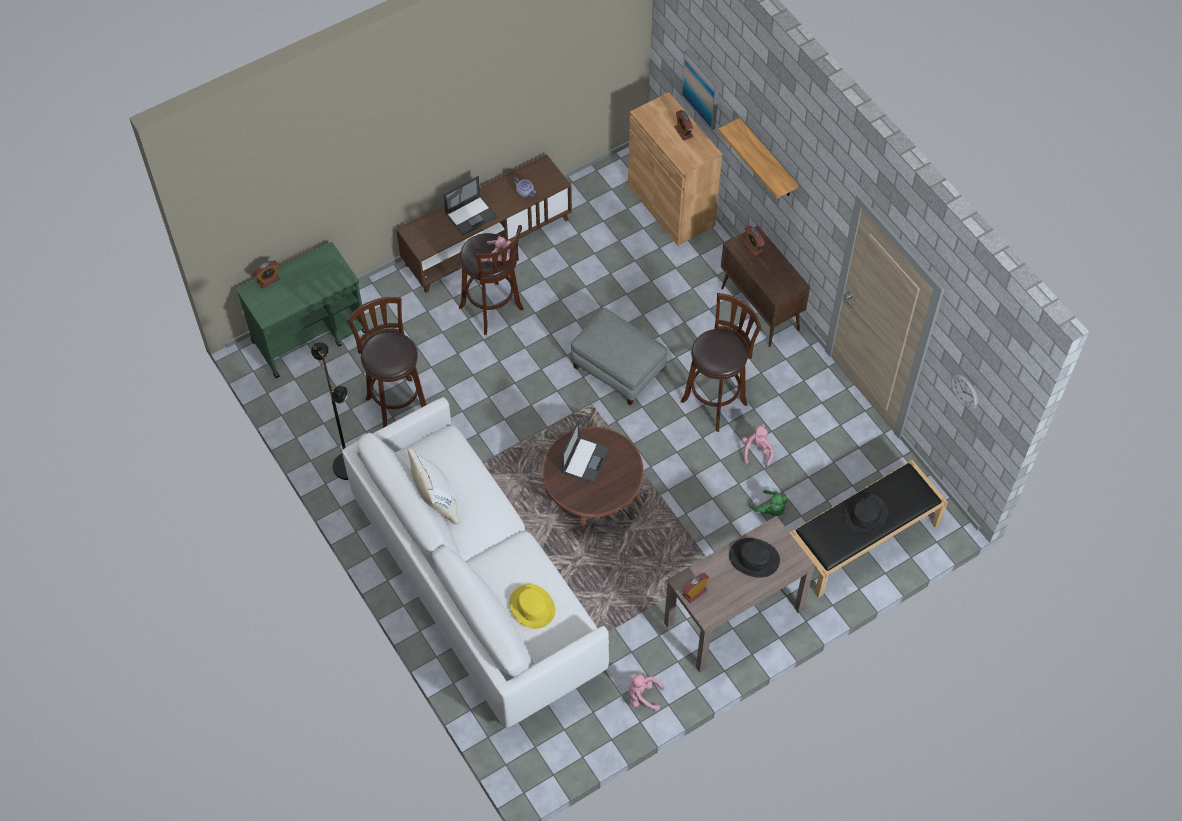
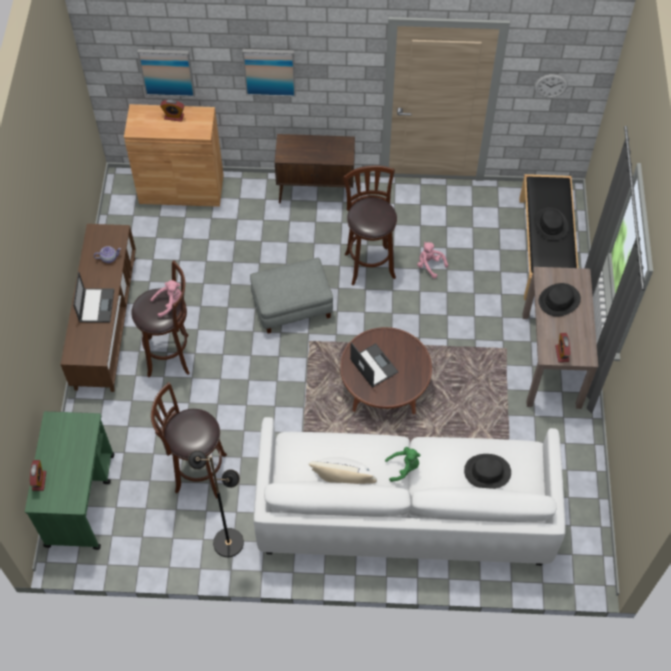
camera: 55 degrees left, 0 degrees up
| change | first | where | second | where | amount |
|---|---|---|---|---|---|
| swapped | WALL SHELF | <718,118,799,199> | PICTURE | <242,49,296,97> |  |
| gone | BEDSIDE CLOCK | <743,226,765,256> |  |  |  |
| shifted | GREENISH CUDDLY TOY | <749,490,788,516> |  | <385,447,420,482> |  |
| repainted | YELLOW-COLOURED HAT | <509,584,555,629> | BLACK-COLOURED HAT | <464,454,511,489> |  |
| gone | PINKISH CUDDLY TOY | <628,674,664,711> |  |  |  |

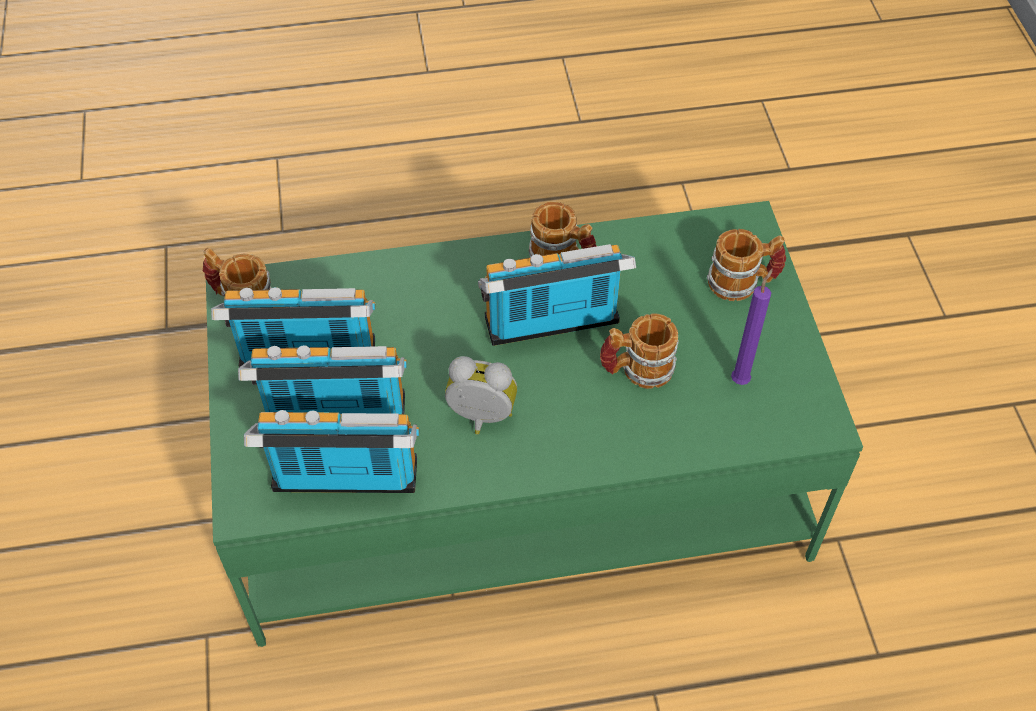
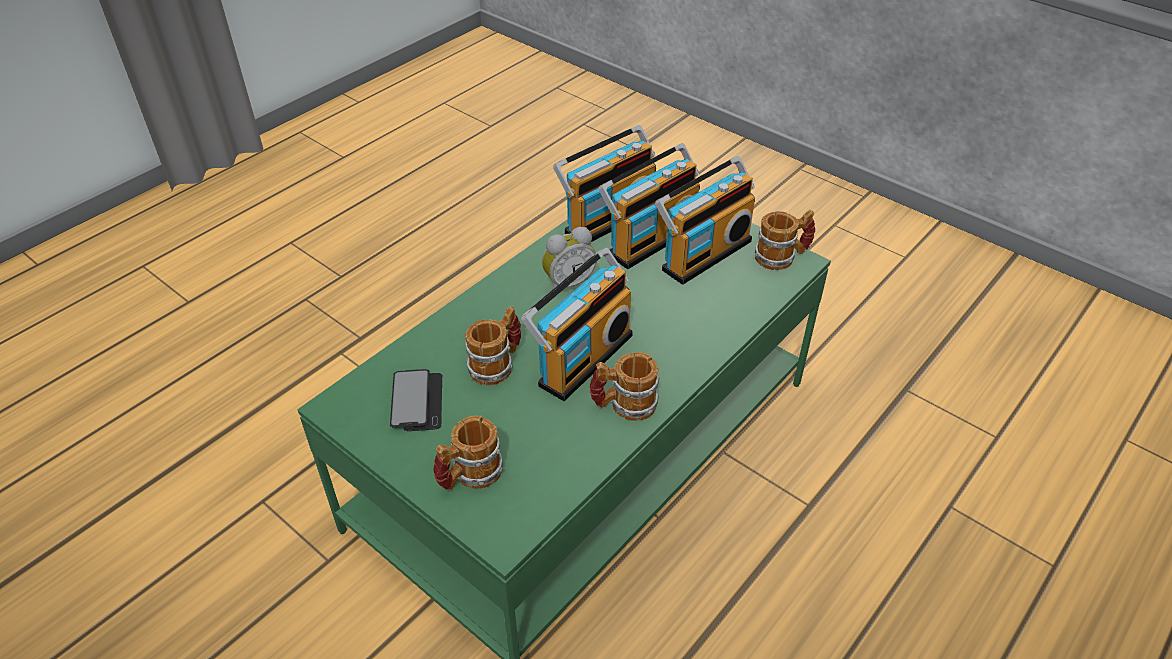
camera: 140 degrees right, 10 degrees down
| change | first | where | second | where | amount |
|---|---|---|---|---|---|
| swapped | PURPLE CANDLE | <731,269,773,385> | PHONE | <390,369,442,431> |  |

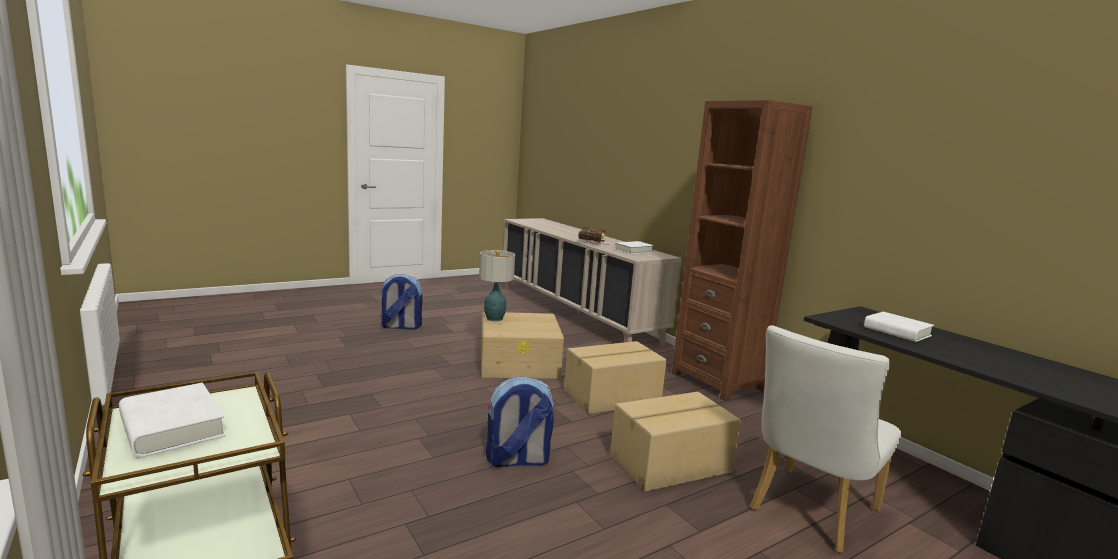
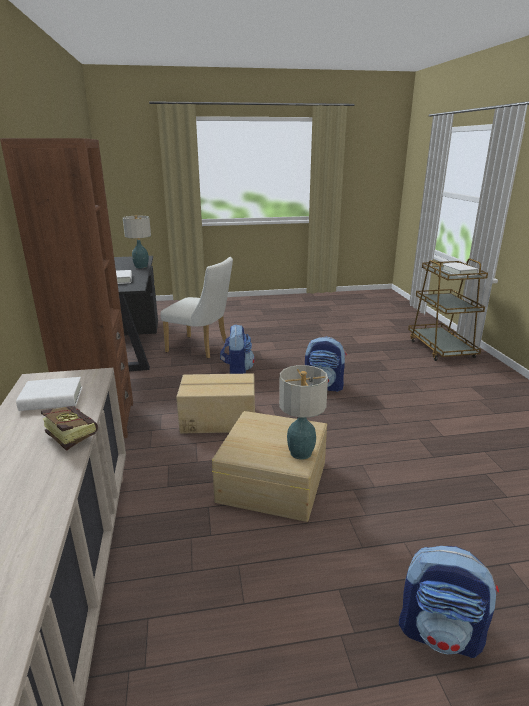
camera: 155 degrees left, 10 degrees up
| change | first | where | second | where | amount |
|---|---|---|---|---|---|
| rotated | WHITISH UPRIGHT CHAIR | <750,325,901,553> |  | <160,257,233,359> | 45 degrees clockwise |
| swapped | CARTON | <610,392,741,492> | KNAPSACK | <220,325,255,374> |  |
| new |  |  | TABLE LAMP | <123,215,151,268> |  |

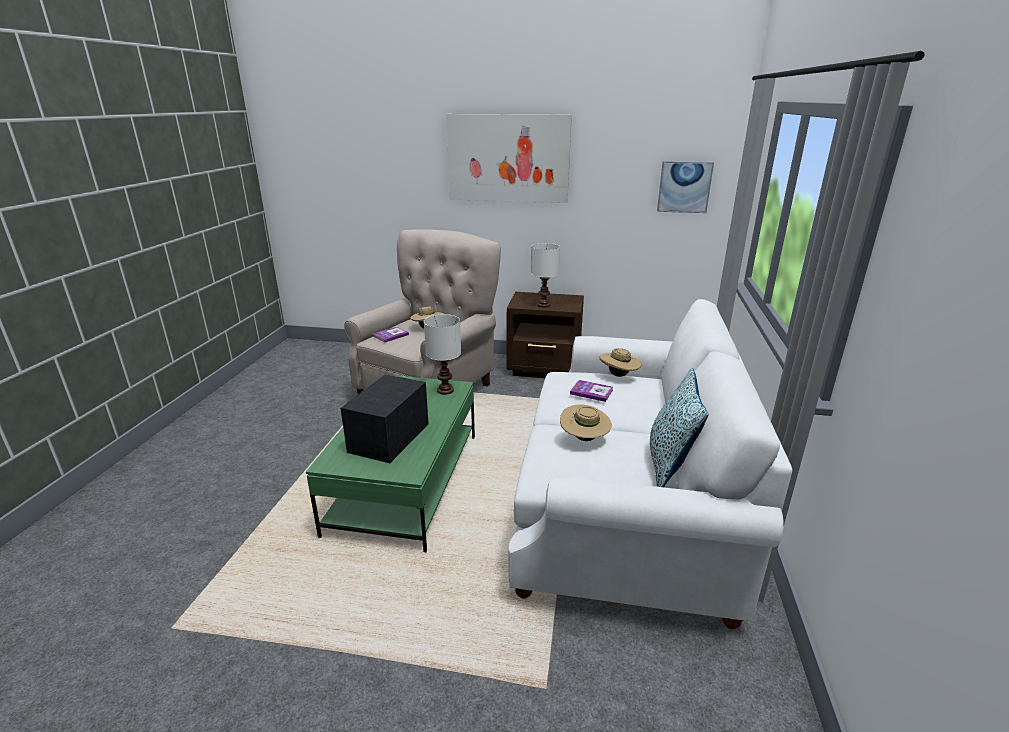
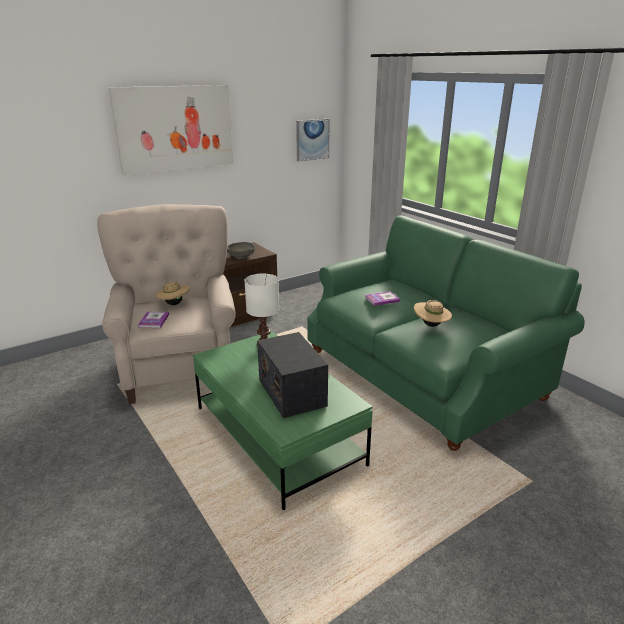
camera: 45 degrees left, 0 degrees up
| change | first | where | second | where | amount |
|---|---|---|---|---|---|
| swapped | WHITISH TABLE LAMP | <531,243,560,307> | GREYISH SERVING BOWL | <227,242,255,259> |  |
| repainted | WHITISH SETTEE | <508,299,792,629> | GREENISH SETTEE | <307,215,585,451> |  |
| gone | BEIGE HAT | <600,348,641,377> |  |  |  |
| gone | PILLOW | <650,368,709,487> |  |  |  |

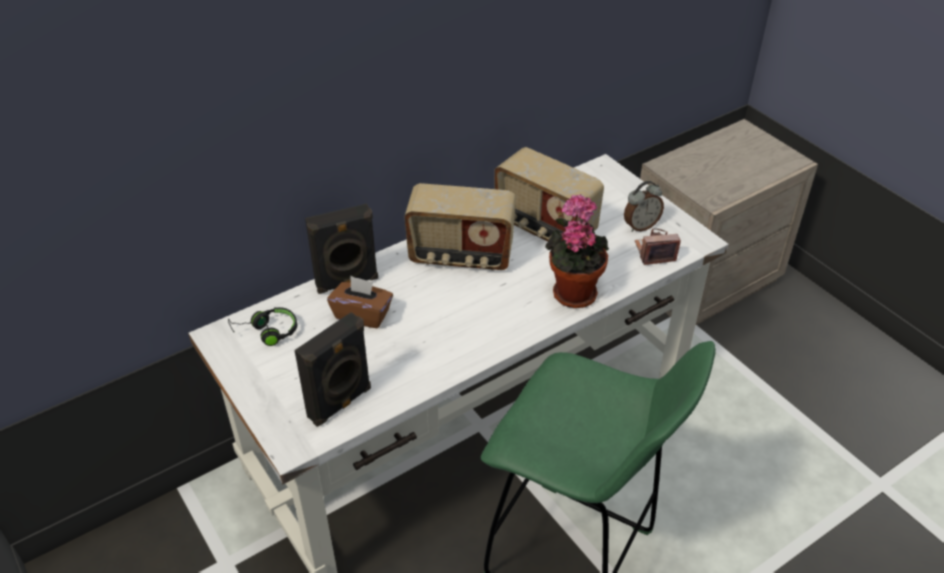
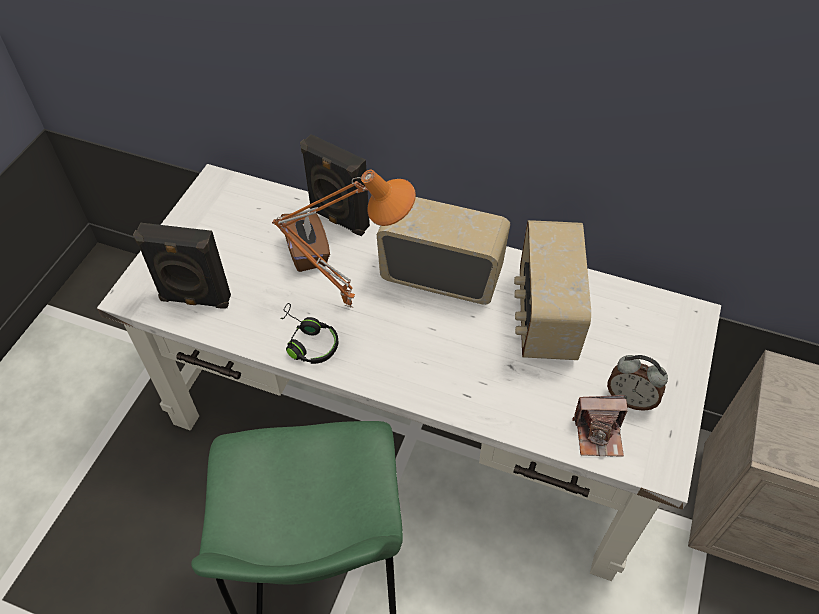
camera: 55 degrees right, 10 degrees up
| change | first | where | second | where | amount |
|---|---|---|---|---|---|
| rotated | RADIO | <405,183,516,271> |  | <377,197,511,305> | 135 degrees clockwise |
| gone | POTTED PLANT | <545,194,609,308> |  |  |  |
| rotated | STILL CAMERA | <635,229,681,265> |  | <572,395,627,457> | 135 degrees clockwise |
| shifted | BLACK-COLOURED HEADPHONES | <228,307,297,346> |  | <280,303,338,364> |  |
| new |  |  | ORANGE-COLOURED TABLE LAMP | <272,170,416,308> |  |

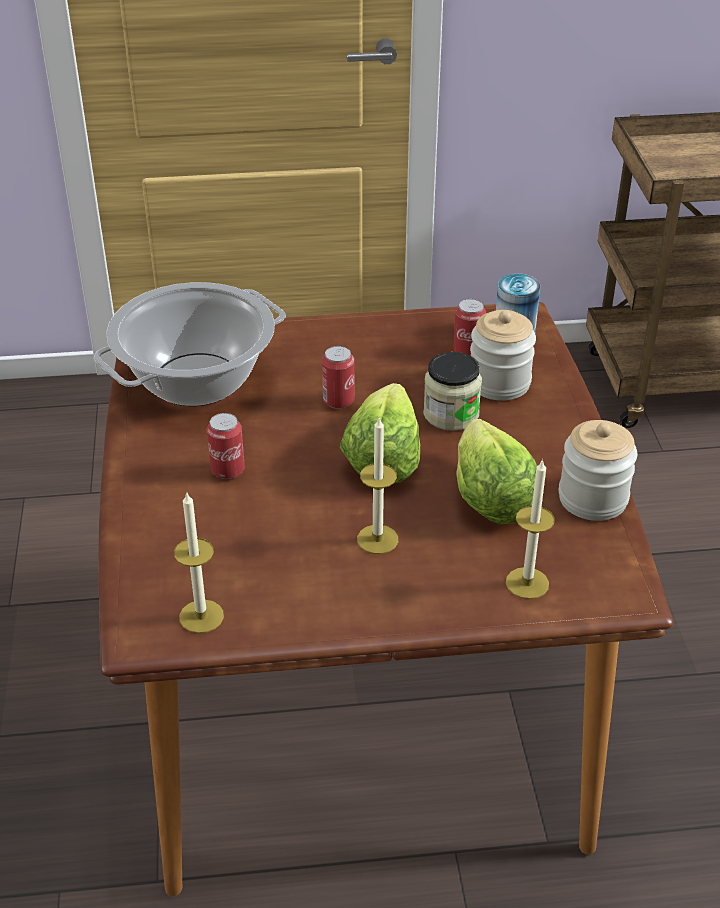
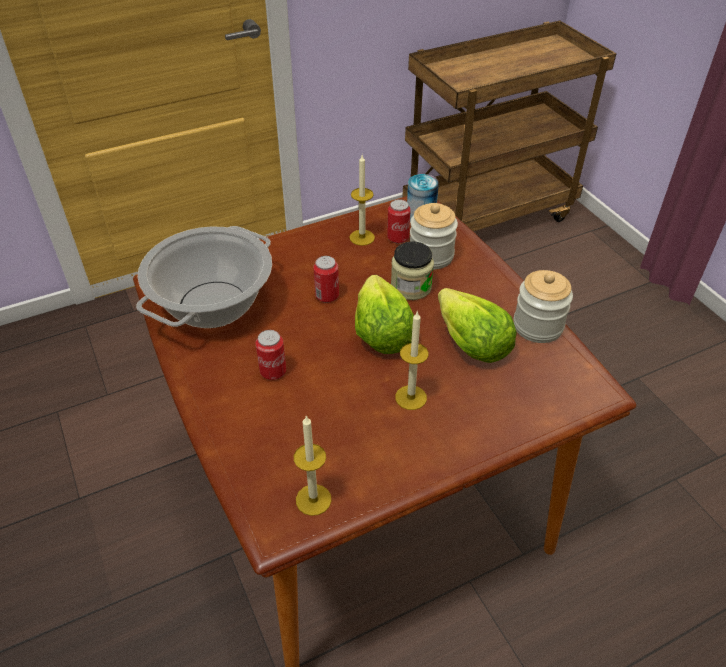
camera: 20 degrees left, 5 degrees up
| change | first | where | second | where | amount |
|---|---|---|---|---|---|
| shifted | CANDLE | <506,459,555,599> |  | <349,155,375,246> |  |

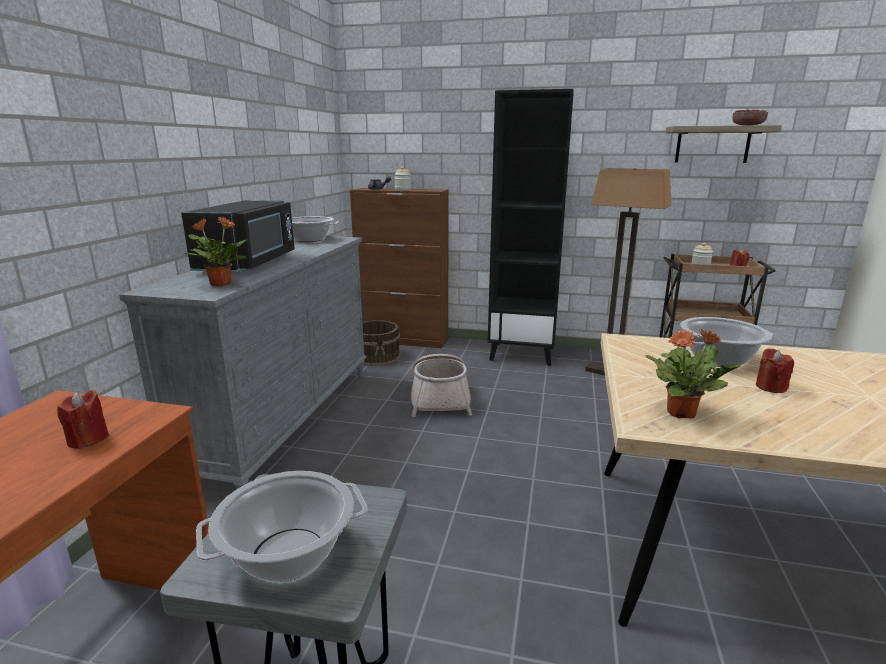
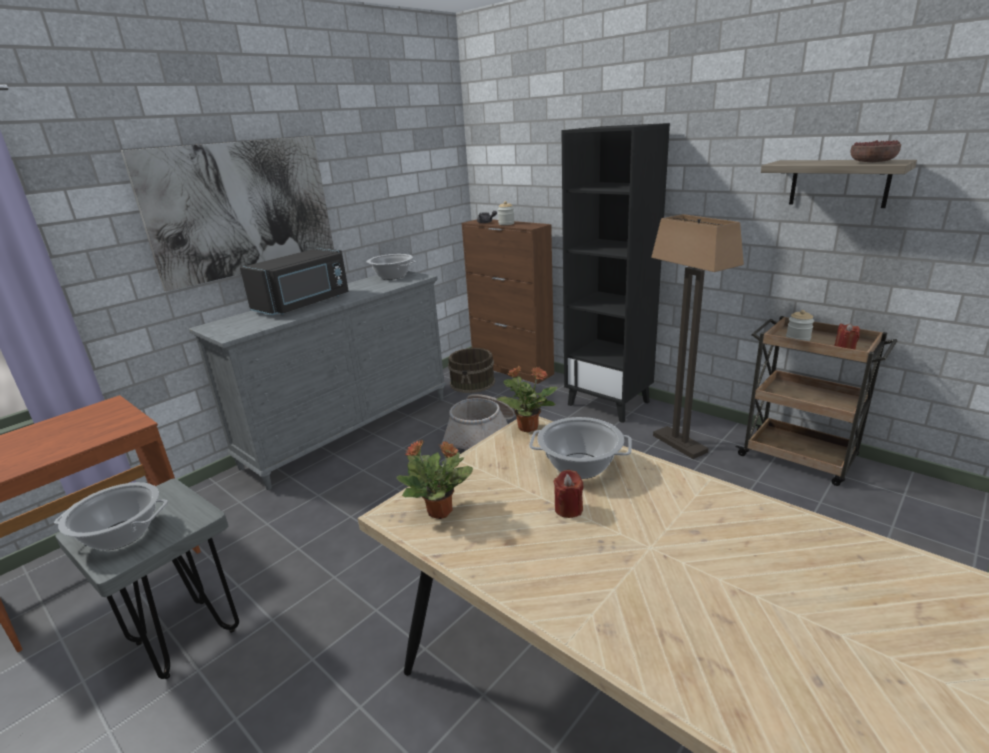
camera: 30 degrees right, 5 degrees up
| change | first | where | second | where | amount |
|---|---|---|---|---|---|
| shifted | POTTED PLANT | <182,217,247,286> |  | <497,366,558,432> |  |
| gone | REDDISH CANDLE | <57,390,109,449> |  |  |  |
| new |  |  | PICTURE | <121,136,334,292> |  |

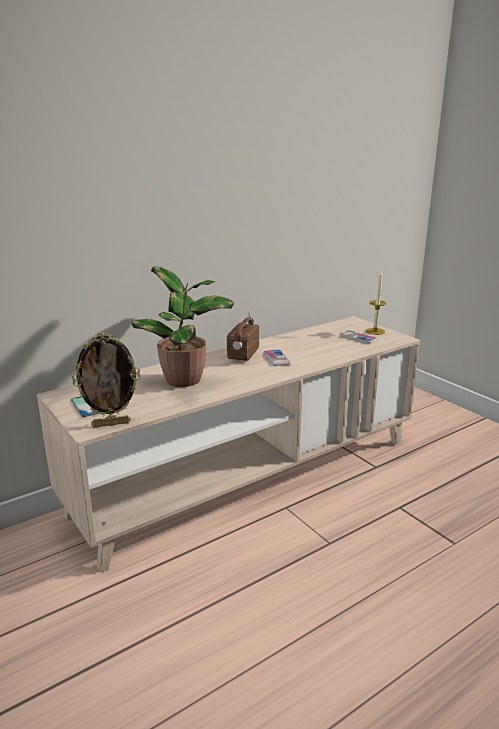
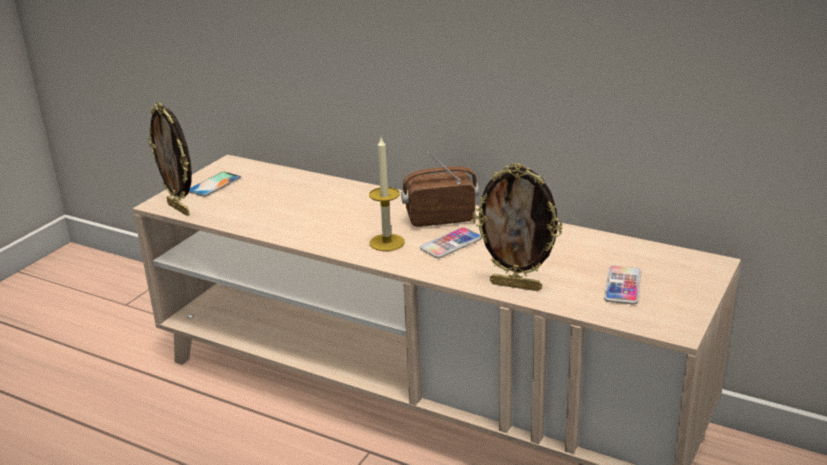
camera: 65 degrees right, 5 degrees up
| change | first | where | second | where | amount |
|---|---|---|---|---|---|
| gone | POTTED PLANT | <131,267,234,387> |  |  |  |
| shifted | CANDLE | <365,270,386,335> |  | <369,137,405,251> |  |
| new |  |  | PHOTO FRAME | <473,163,563,291> |  |

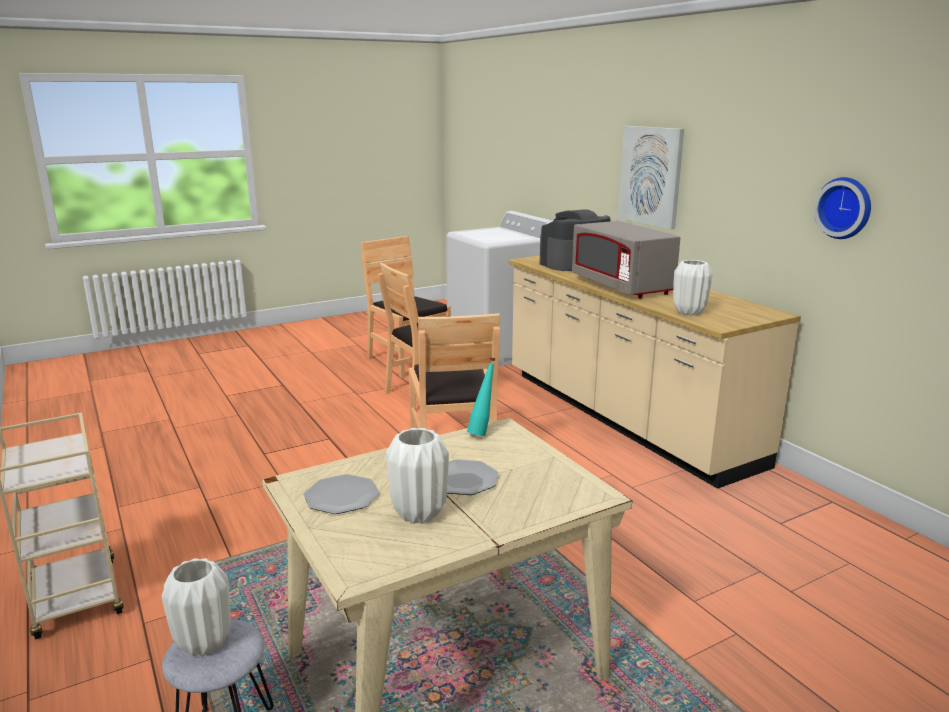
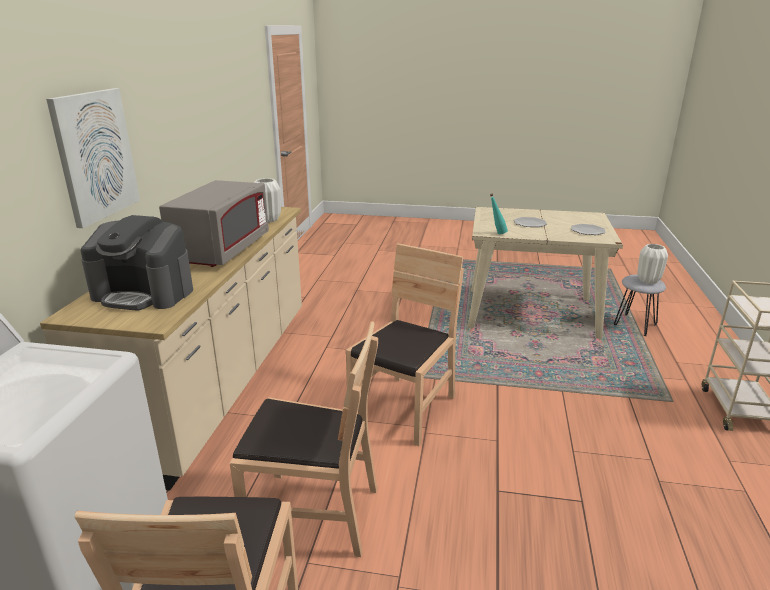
camera: 140 degrees left, 5 degrees up
| change | first | where | second | where | amount |
|---|---|---|---|---|---|
| gone | HANGING CLOCK | <814,177,871,239> |  |  |  |
| gone | WHITISH DECORATIVE VASE | <386,428,449,524> |  |  |  |

